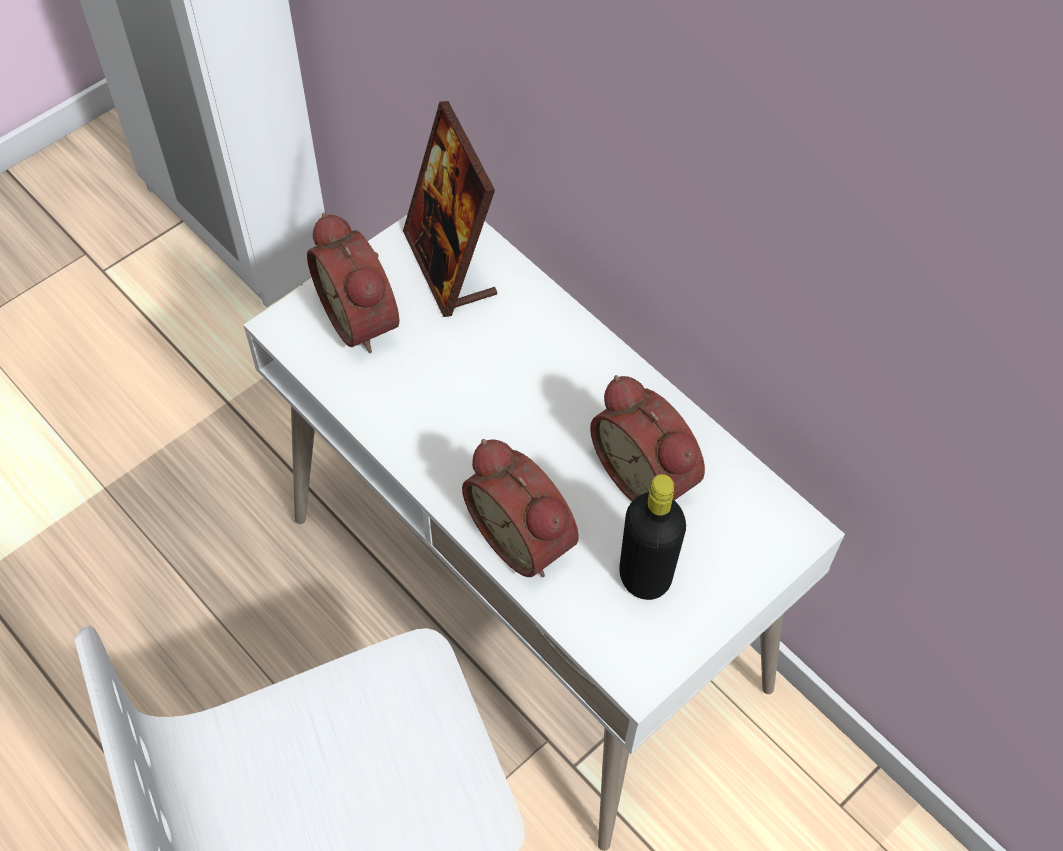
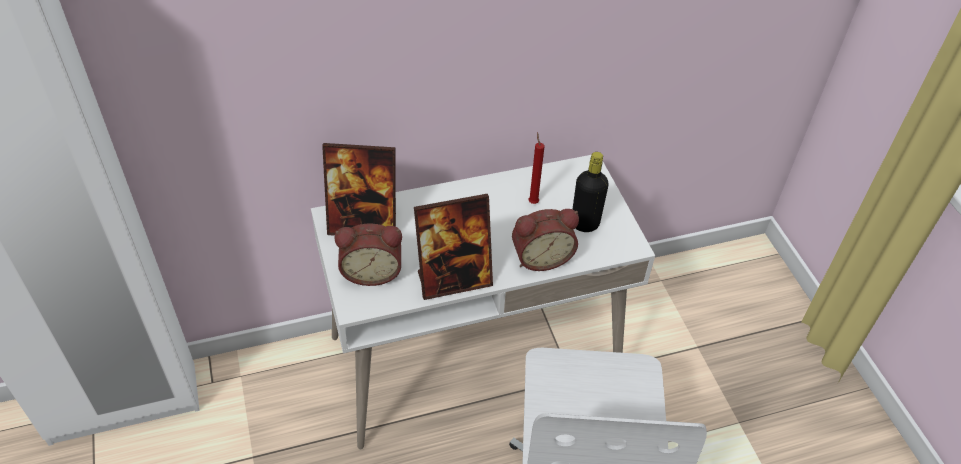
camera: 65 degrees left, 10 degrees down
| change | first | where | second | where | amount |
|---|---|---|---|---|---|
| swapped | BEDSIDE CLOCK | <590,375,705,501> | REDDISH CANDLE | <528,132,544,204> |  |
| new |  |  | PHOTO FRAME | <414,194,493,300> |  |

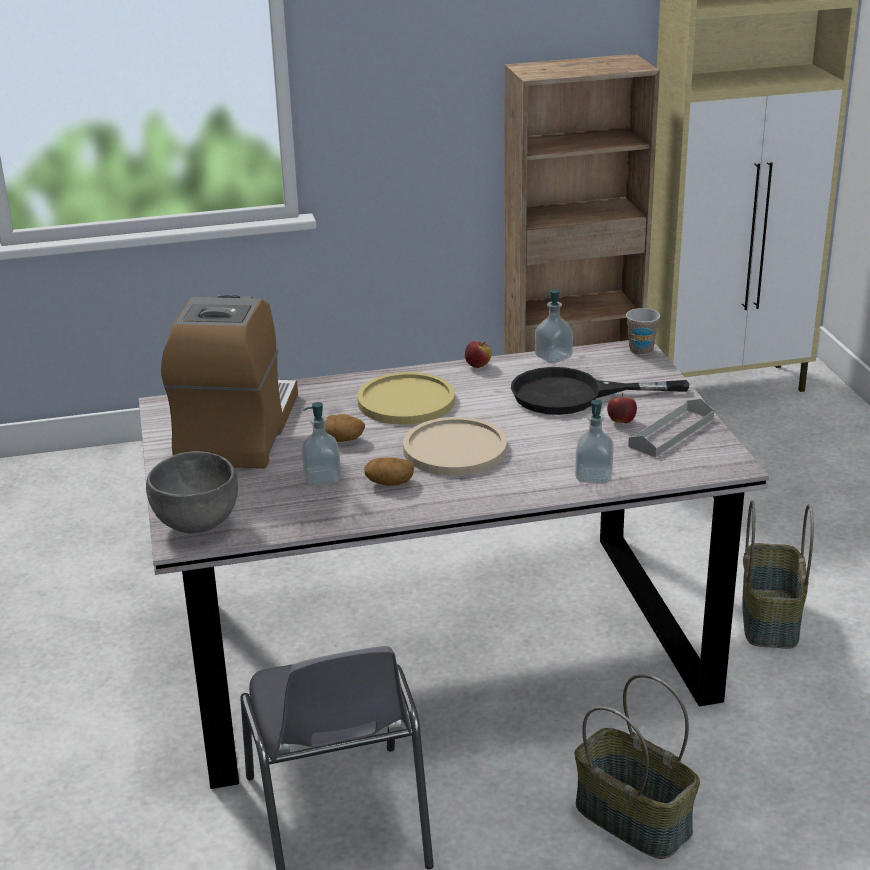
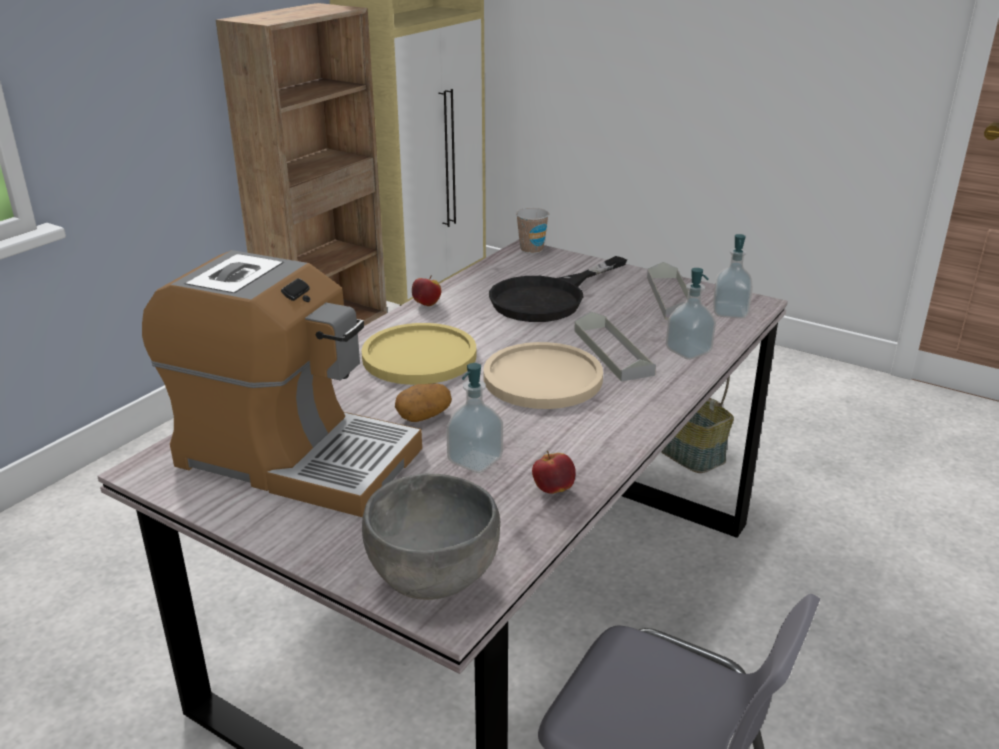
camera: 45 degrees left, 0 degrees up
| change | first | where | second | where | amount |
|---|---|---|---|---|---|
| shifted | SOAP BOTTLE | <535,289,573,364> |  | <713,234,753,318> |  |
| rotated | COFFEE BREWER | <161,295,298,468> |  | <142,250,422,517> | 150 degrees clockwise |
| shifted | APPLE | <607,393,637,423> |  | <532,451,576,494> |  |
| gone | POTATO | <364,457,414,486> |  |  |  |
| gone | STORAGE BASKET | <574,674,700,859> |  |  |  |
| new |  |  | GREYISH TRAY | <574,312,656,382> |  |

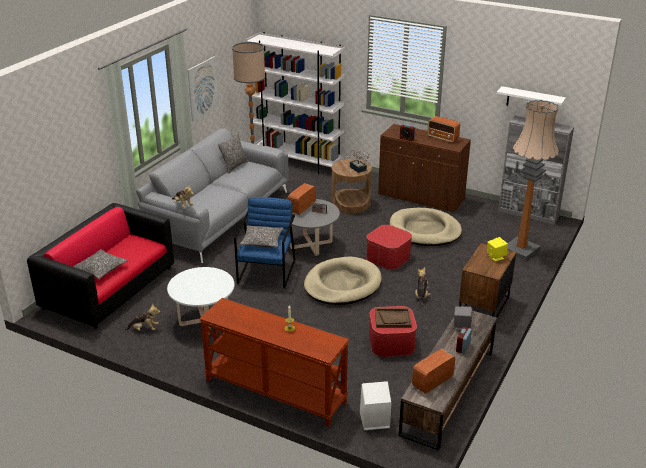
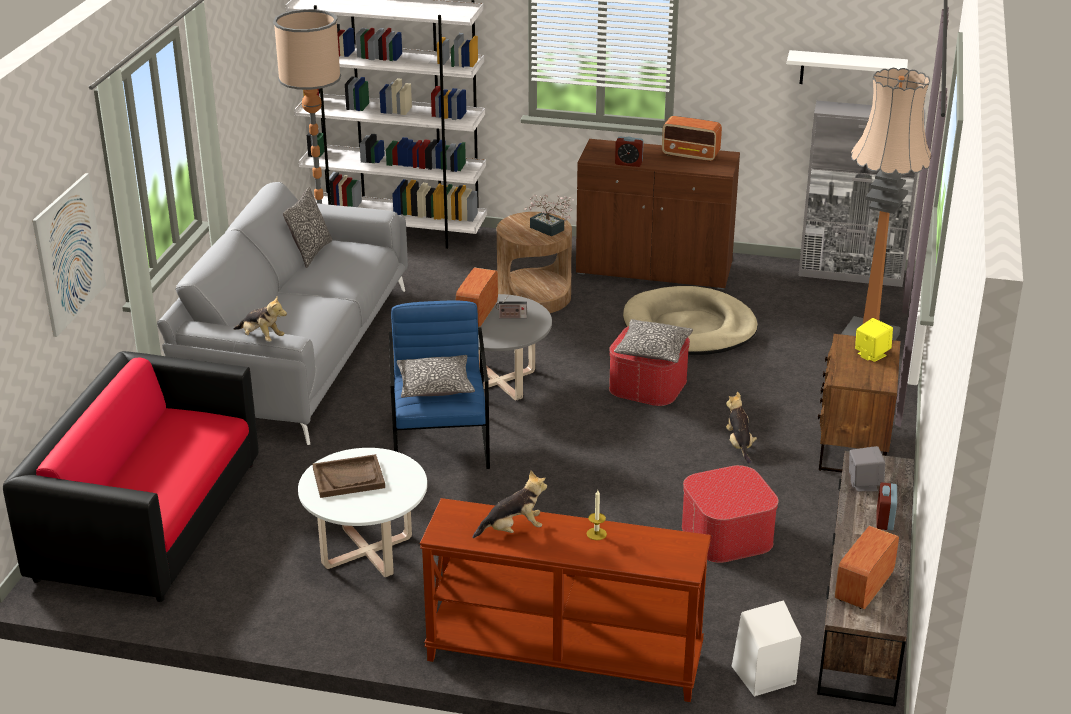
camera: 15 degrees left, 0 degrees up
| change | first | where | second | where | amount |
|---|---|---|---|---|---|
| shifted | PICTURE | <187,56,219,122> |  | <32,173,106,337> |  |
| shifted | PILLOW | <73,249,128,279> |  | <614,319,693,363> |  |
| gone | BEIGE PET BED | <304,257,382,305> |  |  |  |
| shifted | CUDDLY TOY | <125,303,160,331> |  | <472,470,547,538> |  |
| shifted | BROWN-COLOURED TRAY | <375,308,412,328> |  | <313,454,385,498> |  |

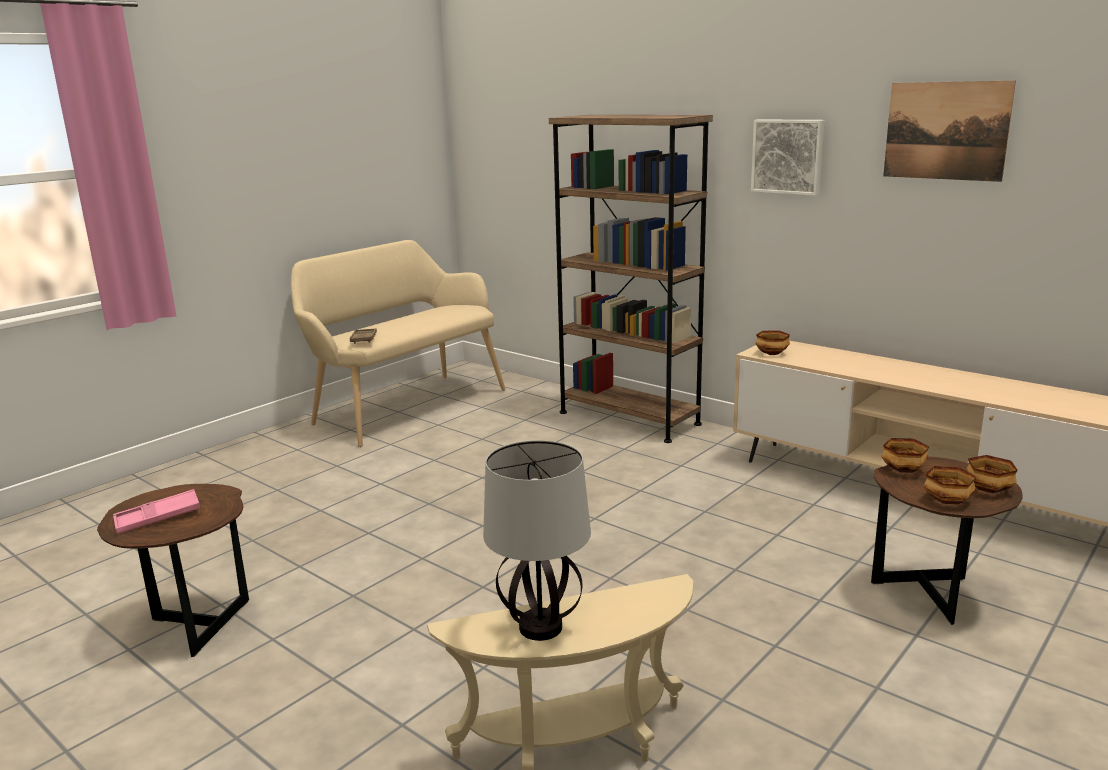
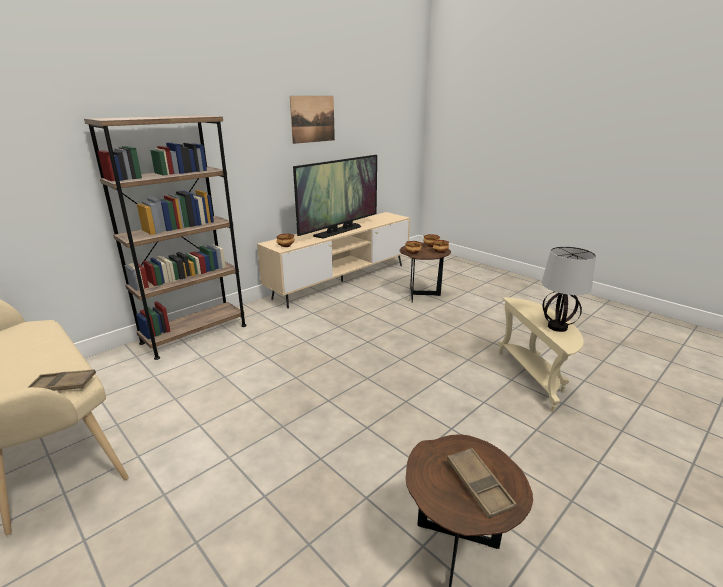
camera: 85 degrees left, 5 degrees up
| change | first | where | second | where | amount |
|---|---|---|---|---|---|
| gone | PICTURE | <751,119,825,196> |  |  |  |
| repainted | PINKISH TRAY | <113,489,200,534> | BROWN-COLOURED TRAY | <447,448,517,519> |  |
| new |  |  | TELEVISION | <293,155,377,238> |  |

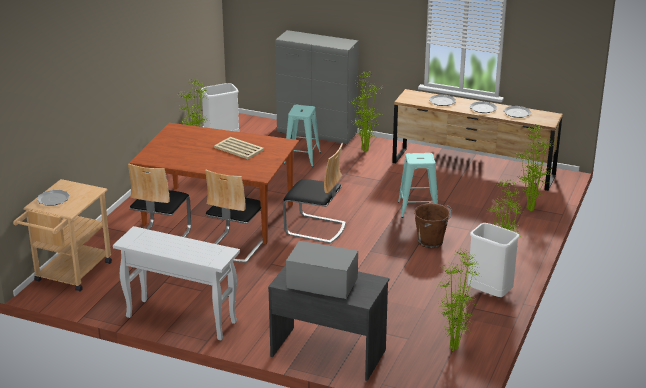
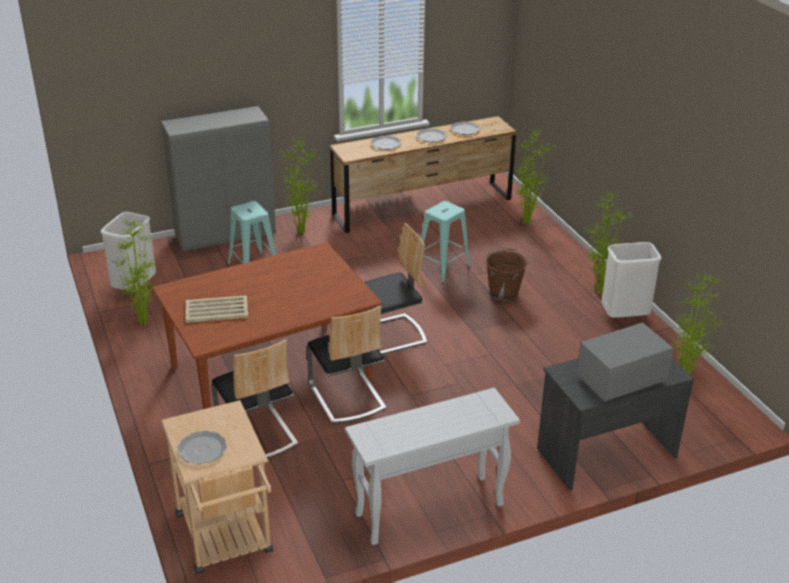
camera: 45 degrees left, 5 degrees up
| change | first | where | second | where | amount |
|---|---|---|---|---|---|
| shifted | BEIGE TRAY | <214,137,264,159> |  | <185,295,248,323> |  |

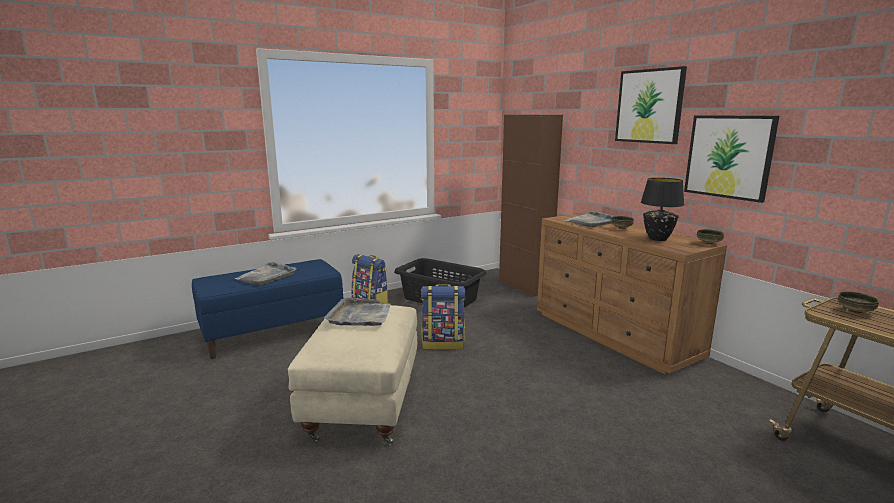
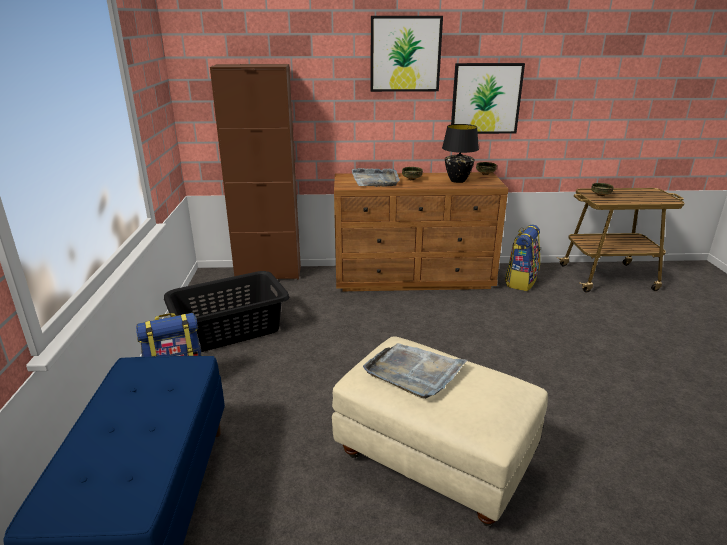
camera: 60 degrees left, 10 degrees up
| change | first | where | second | where | amount |
|---|---|---|---|---|---|
| gone | GREYISH TRAY | <234,262,297,285> |  |  |  |
| shifted | KNAPSACK | <421,284,465,350> |  | <504,224,540,291> |  |

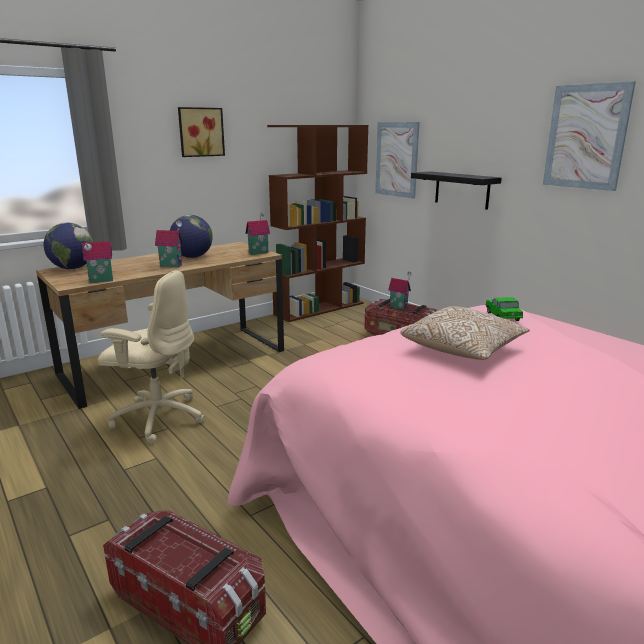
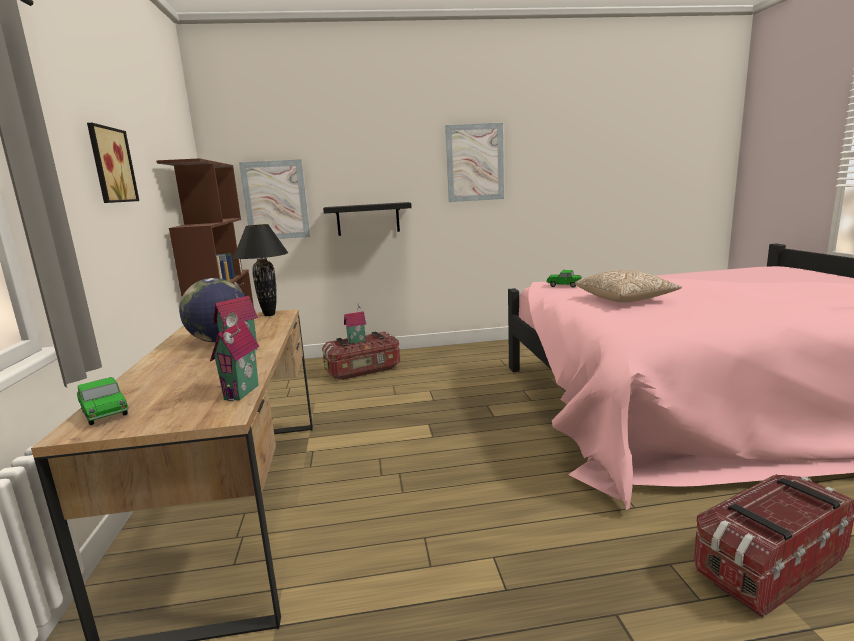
camera: 60 degrees left, 5 degrees down
| change | first | where | second | where | amount |
|---|---|---|---|---|---|
| swapped | MODEL HOUSE | <245,211,270,255> | BLACK-COLOURED TABLE LAMP | <233,224,288,316> |  |
| swapped | DESK GLOBE | <44,223,93,269> | MODEL CAR | <77,377,129,425> |  |
| gone | BEIGE OFFICE CHAIR | <98,270,205,444> |  |  |  |

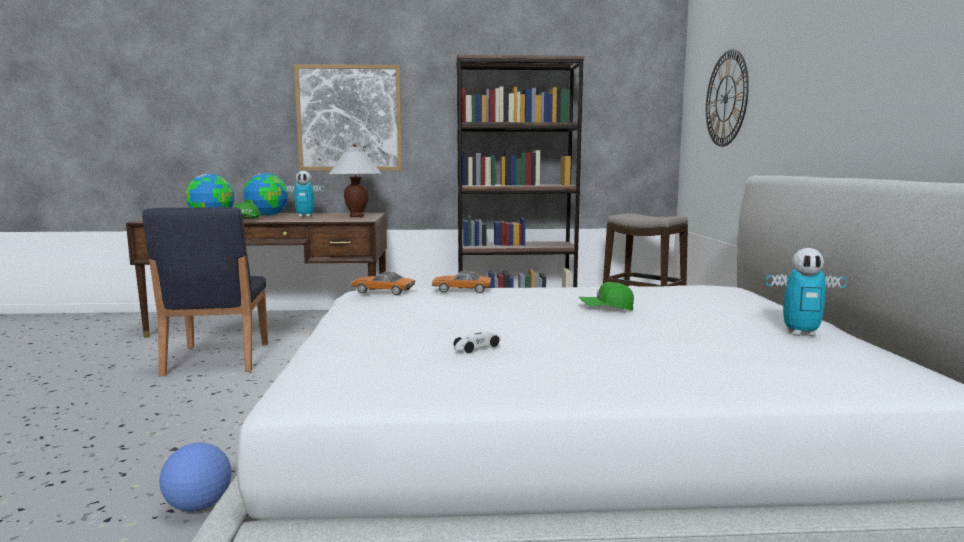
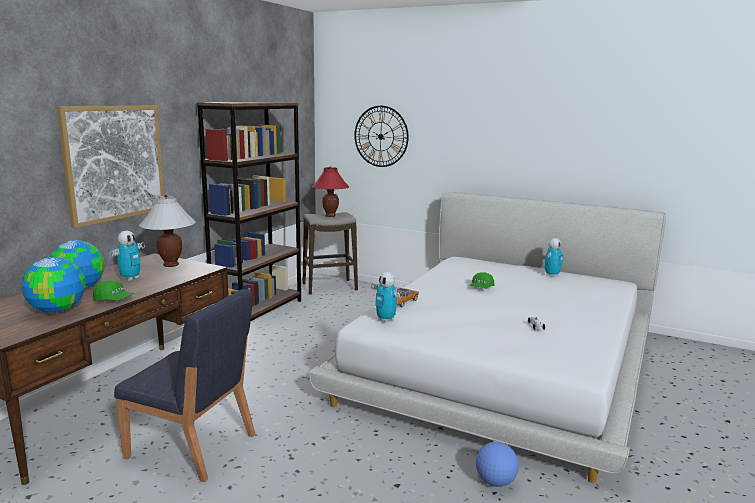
camera: 60 degrees left, 5 degrees up
| change | first | where | second | where | amount |
|---|---|---|---|---|---|
| swapped | MODEL CAR | <351,272,415,295> | ROBOT FIGURE | <372,272,403,322> |  |
| new |  |  | REDDISH TABLE LAMP | <312,166,349,217> |  |

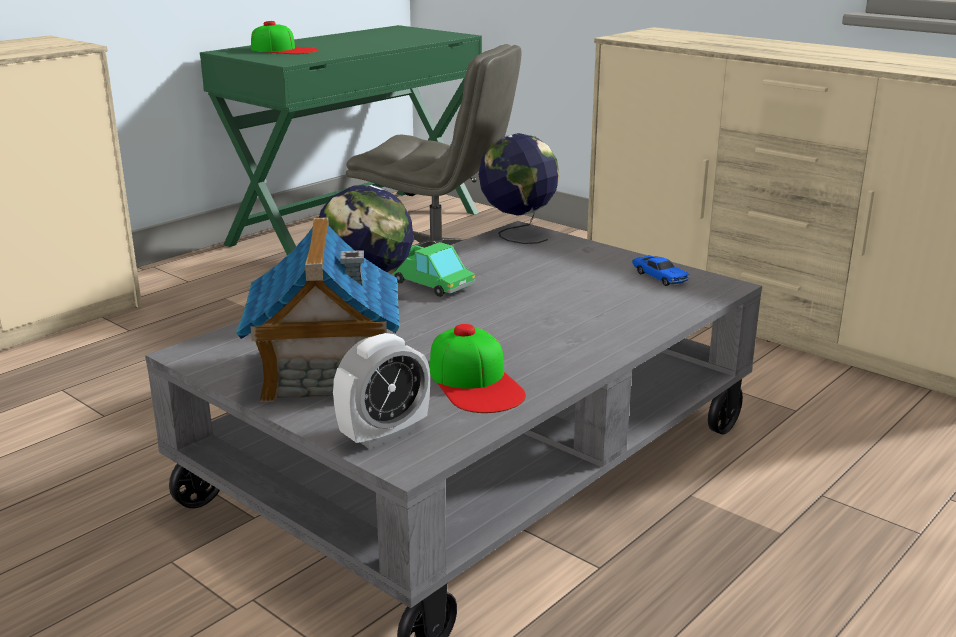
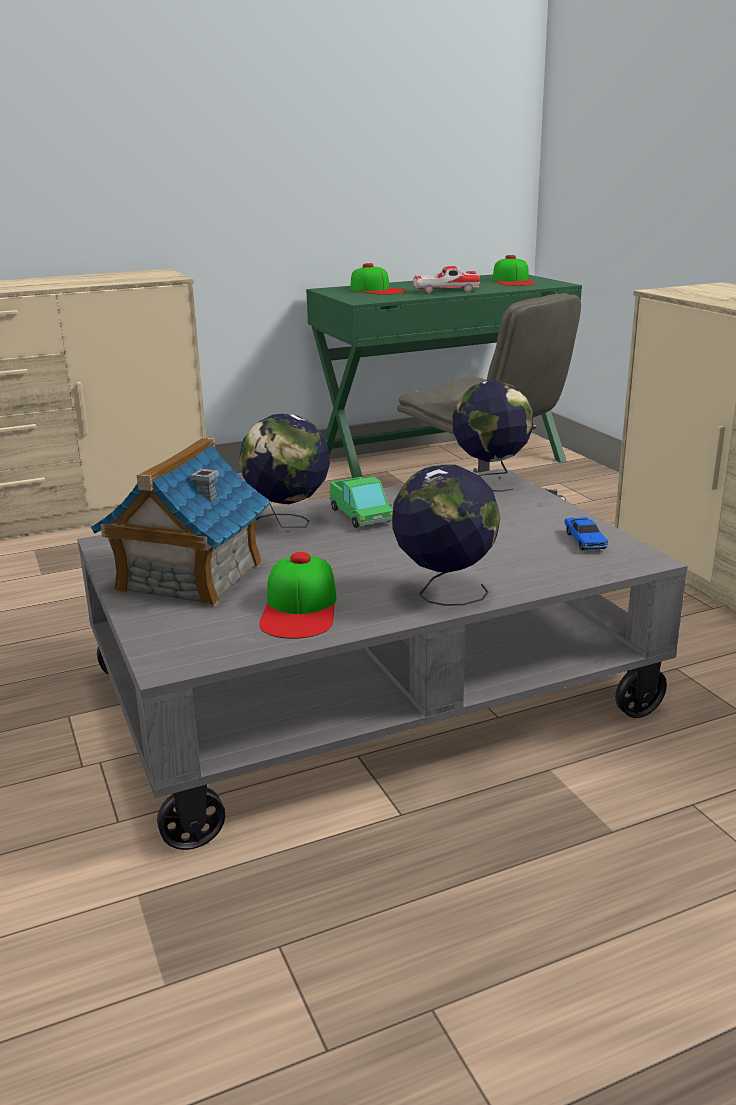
camera: 25 degrees right, 0 degrees up
| change | first | where | second | where | amount |
|---|---|---|---|---|---|
| gone | BEDSIDE CLOCK | <333,333,430,449> |  |  |  |
| new |  |  | CAP | <493,255,536,286> |  |
| new |  |  | MODEL CAR | <413,266,480,294> |  |
| new |  |  | DESK GLOBE | <392,464,500,606> |  |

